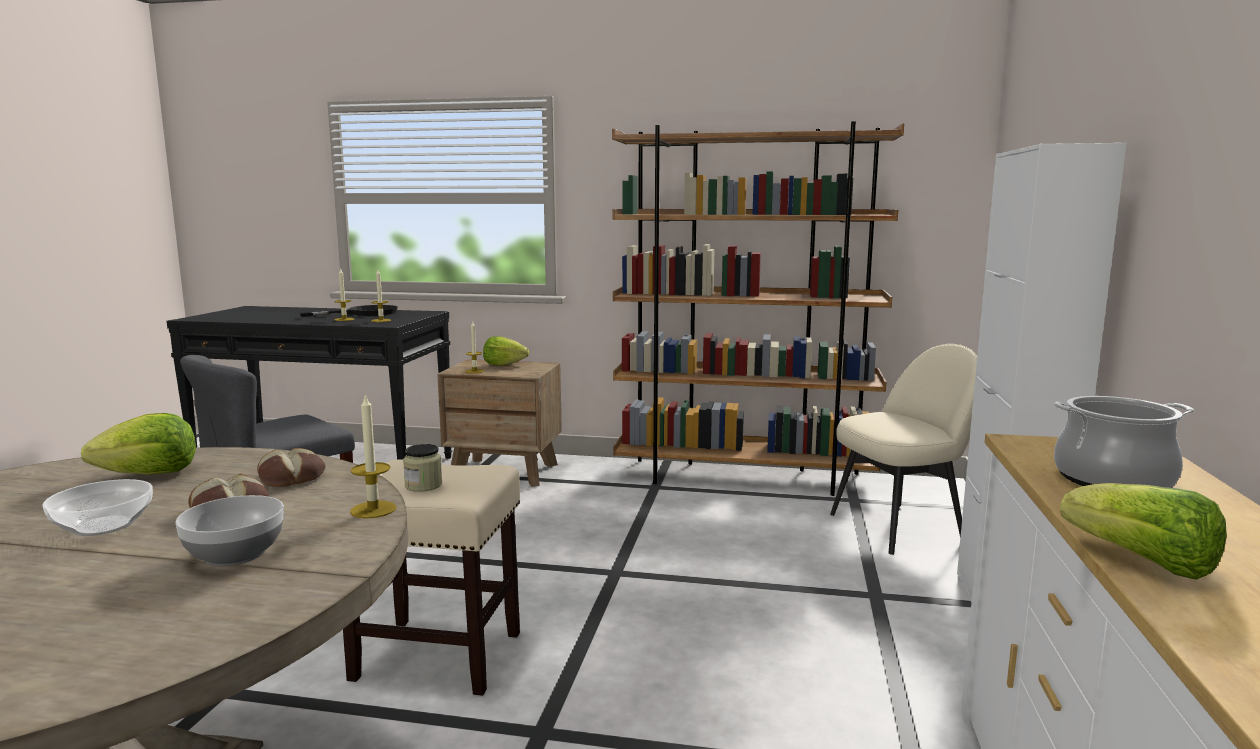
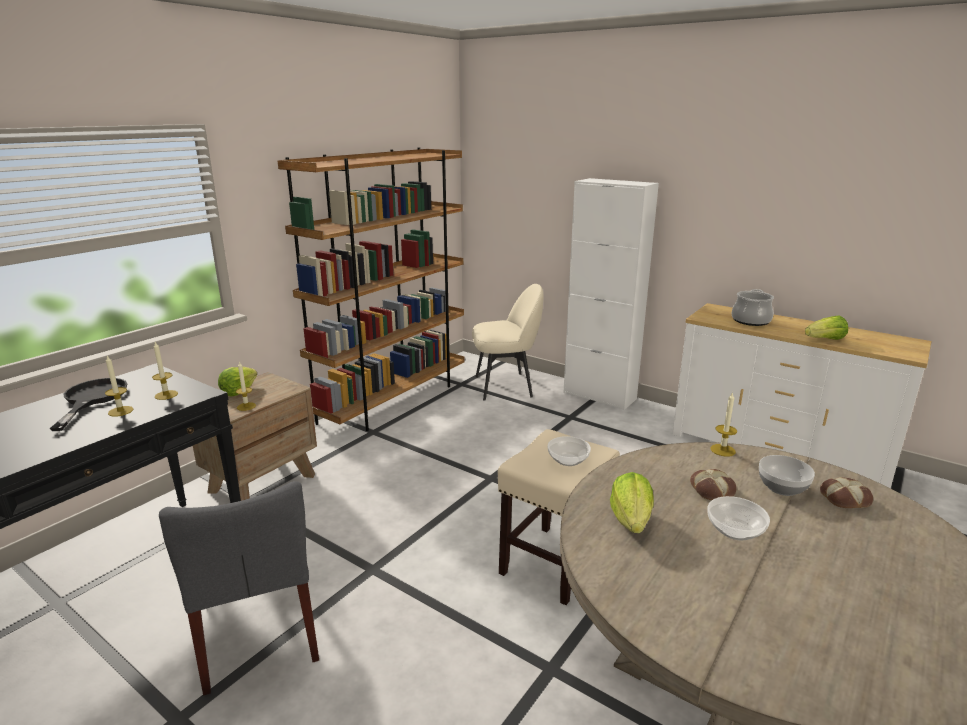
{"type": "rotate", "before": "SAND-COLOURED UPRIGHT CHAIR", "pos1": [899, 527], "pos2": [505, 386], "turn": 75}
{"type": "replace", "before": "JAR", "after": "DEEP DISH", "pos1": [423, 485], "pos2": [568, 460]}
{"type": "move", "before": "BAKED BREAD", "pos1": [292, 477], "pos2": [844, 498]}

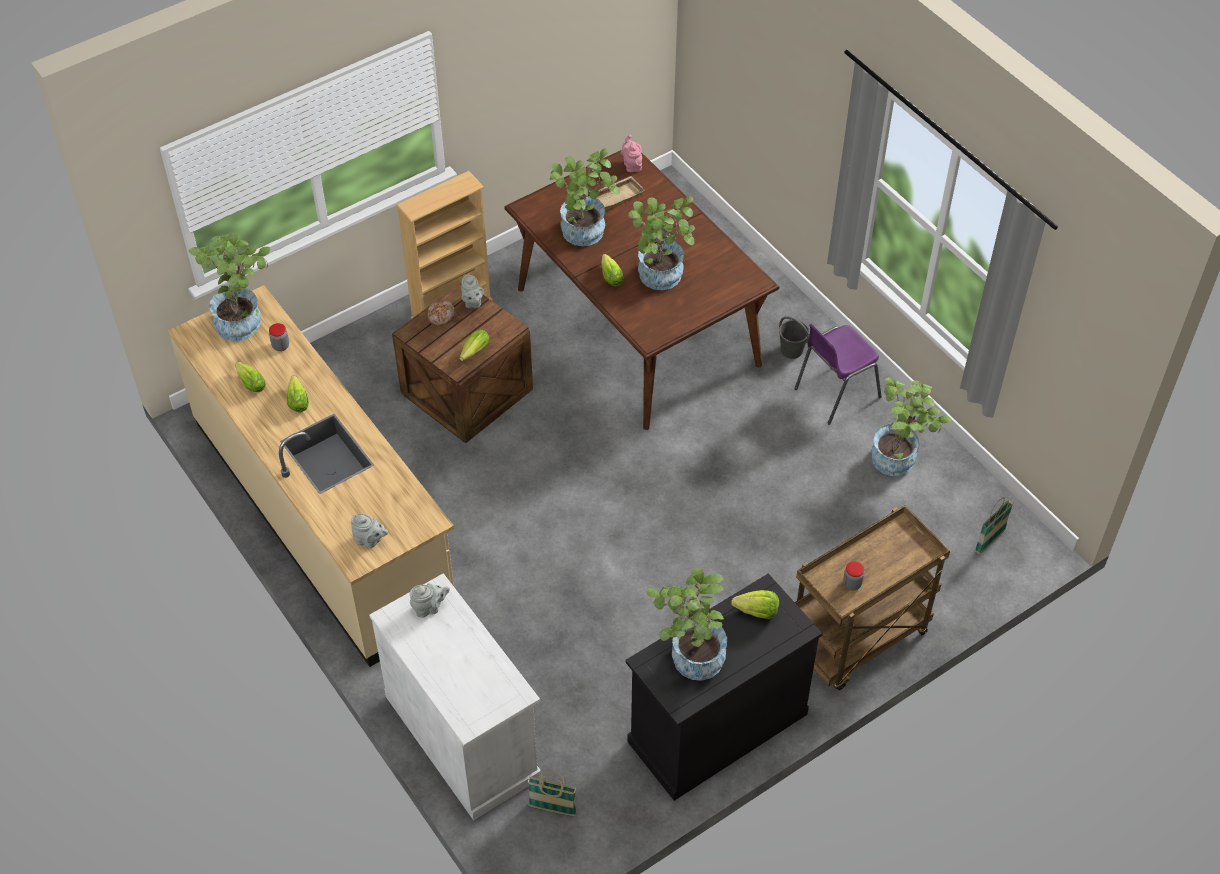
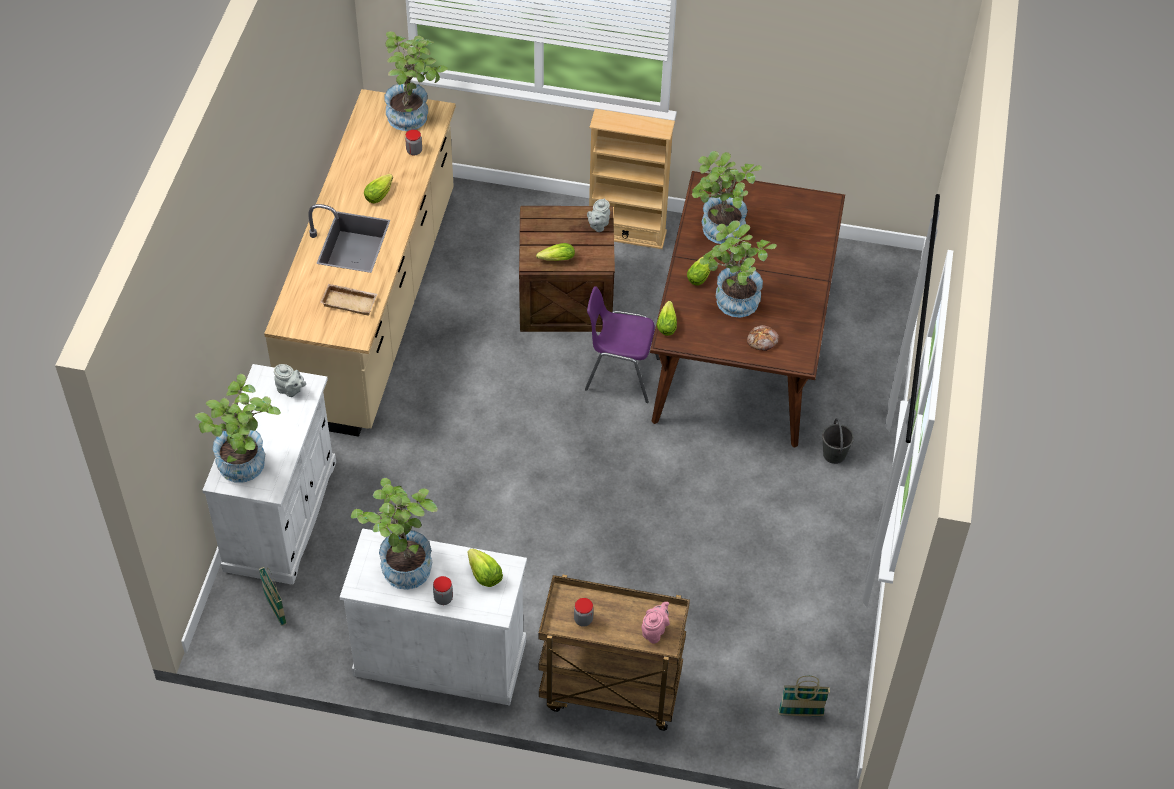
{"type": "move", "before": "PLANT IN A POT", "pos1": [899, 459], "pos2": [246, 468]}
{"type": "move", "before": "SAND-COLOURED TRAY", "pos1": [617, 195], "pos2": [350, 301]}
{"type": "recolor", "before": "BLACK-COLOURED CUPBOARD", "after": "WHITISH CUPBOARD", "pos1": [717, 727], "pos2": [440, 657]}
{"type": "insert", "after": "JAR", "pos2": [443, 598]}
{"type": "move", "before": "PURPLE UPRIGHT CHAIR", "pos1": [835, 393], "pos2": [620, 374]}
{"type": "move", "before": "PINK-COLOURED POT FOR TEA", "pos1": [632, 165], "pos2": [654, 631]}
{"type": "move", "before": "HEAD OF LETTUCE", "pos1": [250, 382], "pos2": [667, 323]}
{"type": "move", "before": "BAKED BREAD", "pos1": [441, 316], "pos2": [762, 341]}
{"type": "delete", "before": "GREY POT FOR TEA", "pos1": [370, 540]}

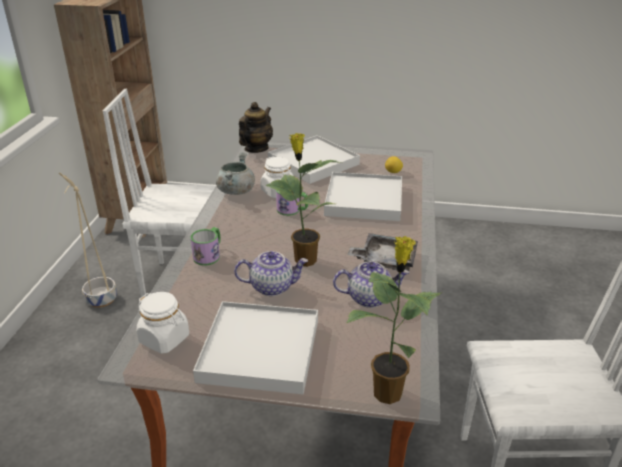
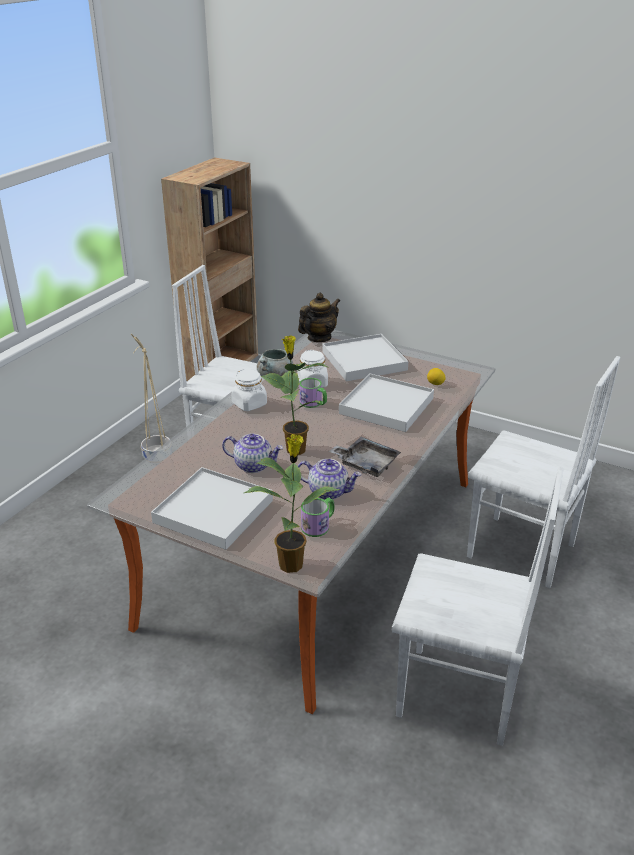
{"type": "move", "before": "WHITISH JAR", "pos1": [165, 339], "pos2": [249, 404]}
{"type": "move", "before": "COFFEE MUG", "pos1": [209, 255], "pos2": [319, 525]}
{"type": "insert", "after": "WHITISH UPRIGHT CHAIR", "pos2": [521, 552]}

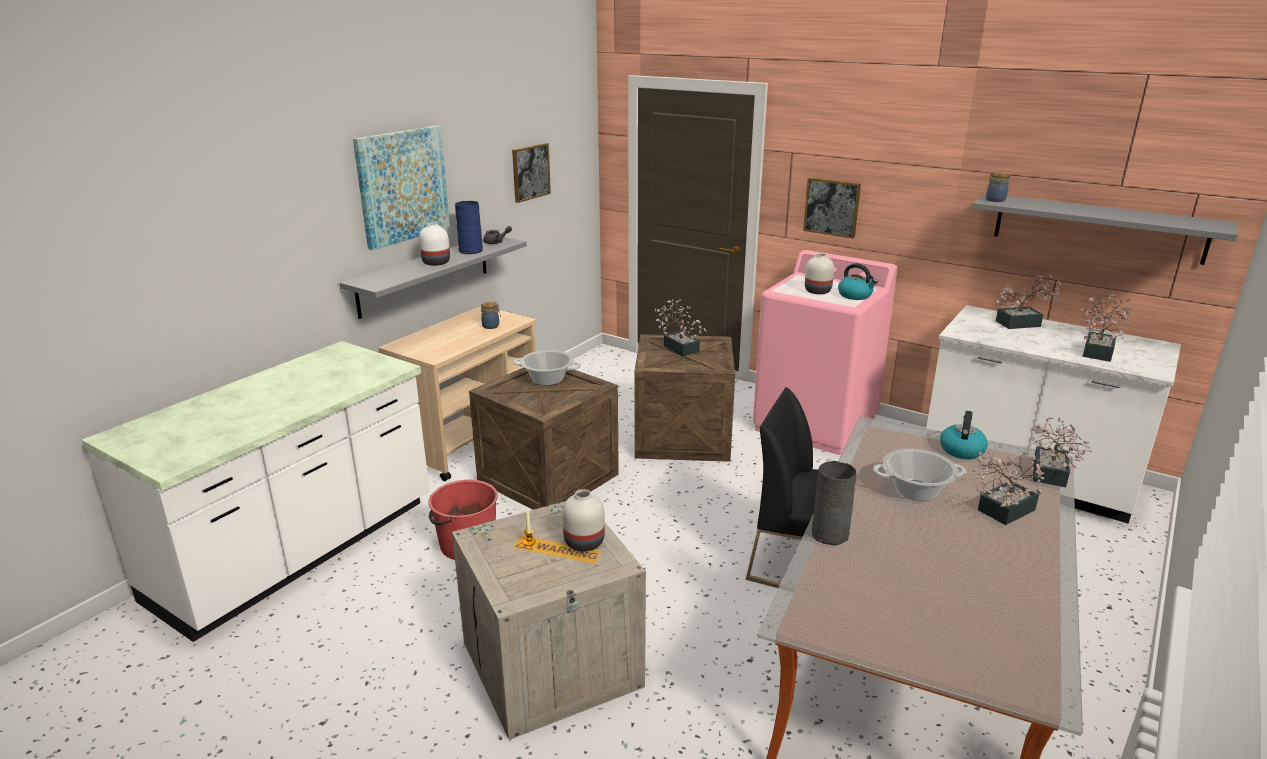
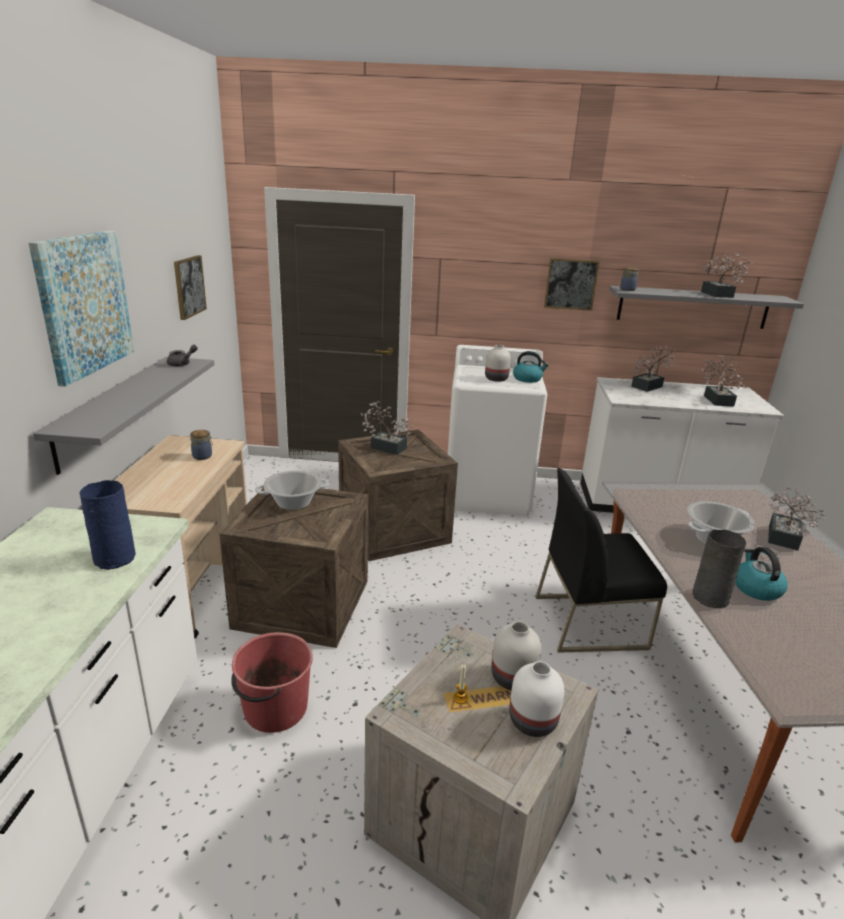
{"type": "move", "before": "BLUISH FLOWER VASE", "pos1": [471, 251], "pos2": [116, 558]}
{"type": "recolor", "before": "PINK-COLOURED WASHING MACHINE", "after": "WHITISH WASHING MACHINE", "pos1": [816, 424], "pos2": [487, 493]}
{"type": "move", "before": "WHITISH FLOWER VASE", "pos1": [435, 262], "pos2": [531, 721]}
{"type": "move", "before": "WALL PICTURE", "pos1": [831, 207], "pos2": [571, 284]}
{"type": "move", "before": "PLANT IN A POT", "pos1": [1048, 476], "pos2": [718, 295]}
{"type": "move", "before": "TEA KETTLE", "pos1": [961, 450], "pos2": [756, 588]}

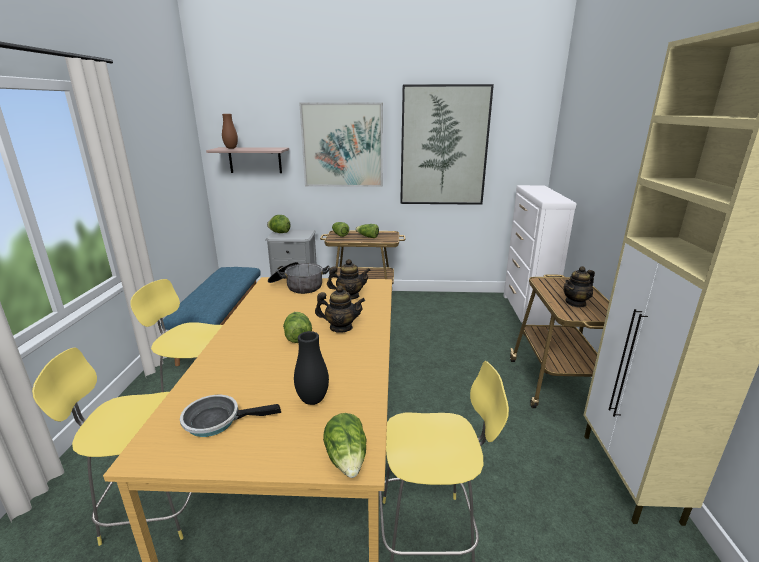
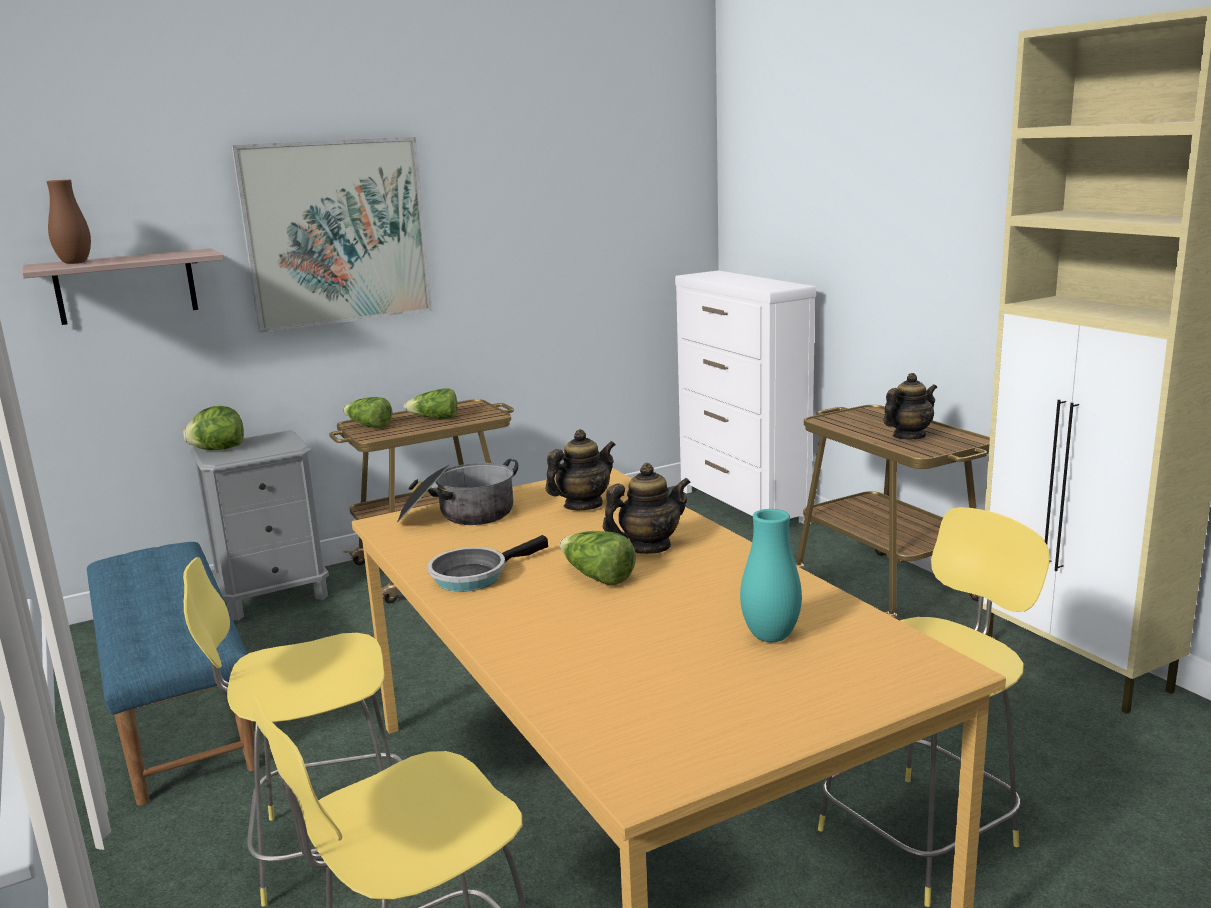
{"type": "move", "before": "SKILLET", "pos1": [217, 420], "pos2": [474, 575]}
{"type": "recolor", "before": "BLACK-COLOURED FLOWER VASE", "after": "TURQUOISE-COLOURED FLOWER VASE", "pos1": [313, 400], "pos2": [770, 637]}
{"type": "rotate", "before": "POT FOR TEA", "pos1": [576, 303], "pos2": [908, 436], "turn": -150}
{"type": "delete", "before": "HEAD OF LETTUCE", "pos1": [347, 459]}
{"type": "delete", "before": "WALL PICTURE", "pos1": [444, 147]}

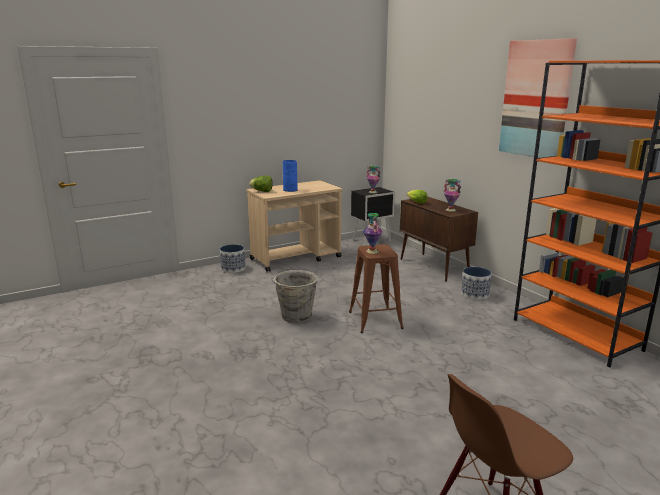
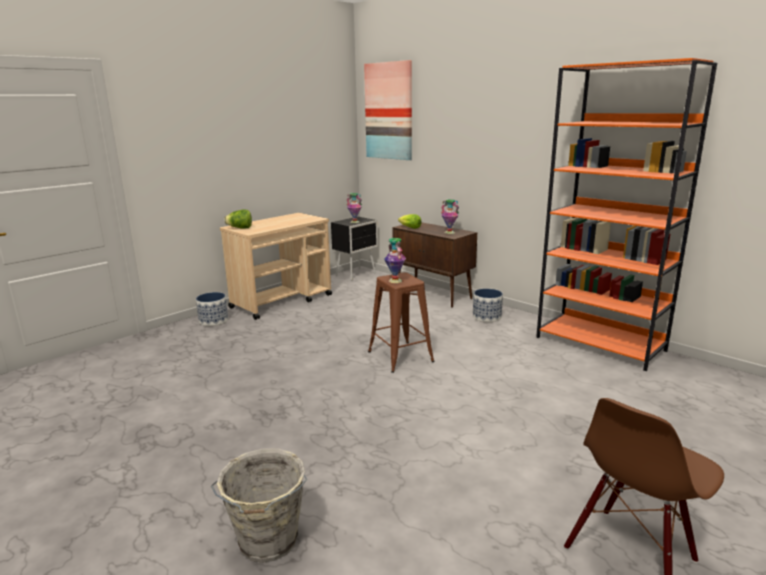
{"type": "move", "before": "GREY PAIL", "pos1": [296, 317], "pos2": [268, 542]}
{"type": "move", "before": "WALL PICTURE", "pos1": [536, 99], "pos2": [389, 111]}
{"type": "delete", "before": "BLUISH FLOWER VASE", "pos1": [290, 190]}

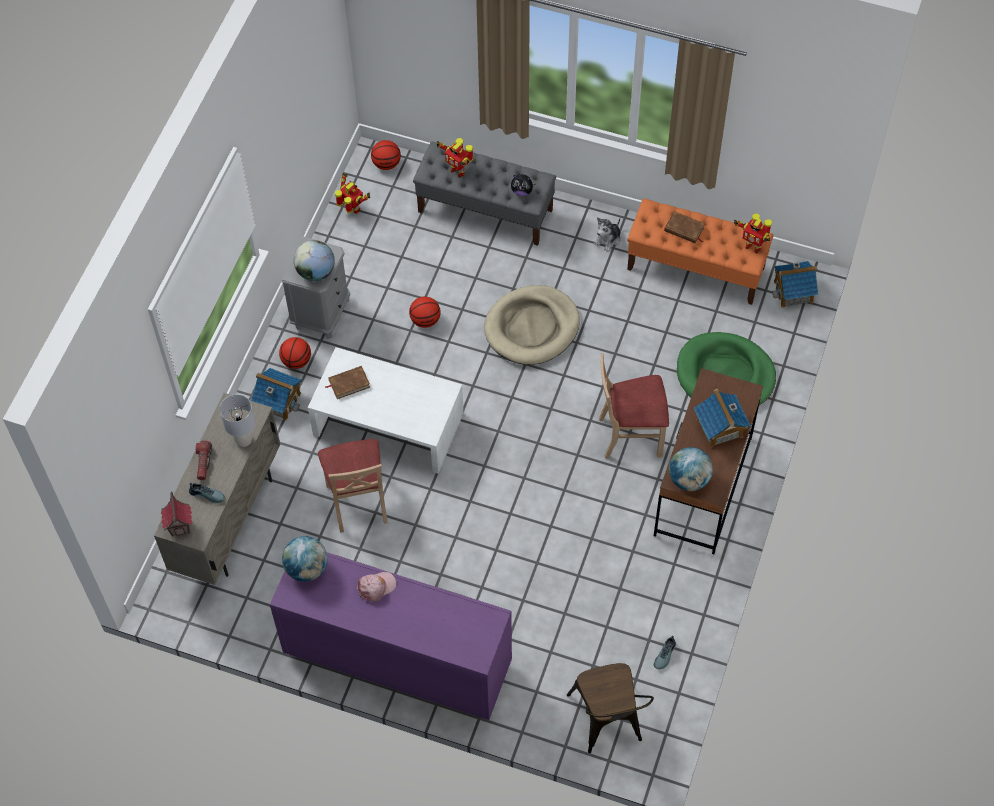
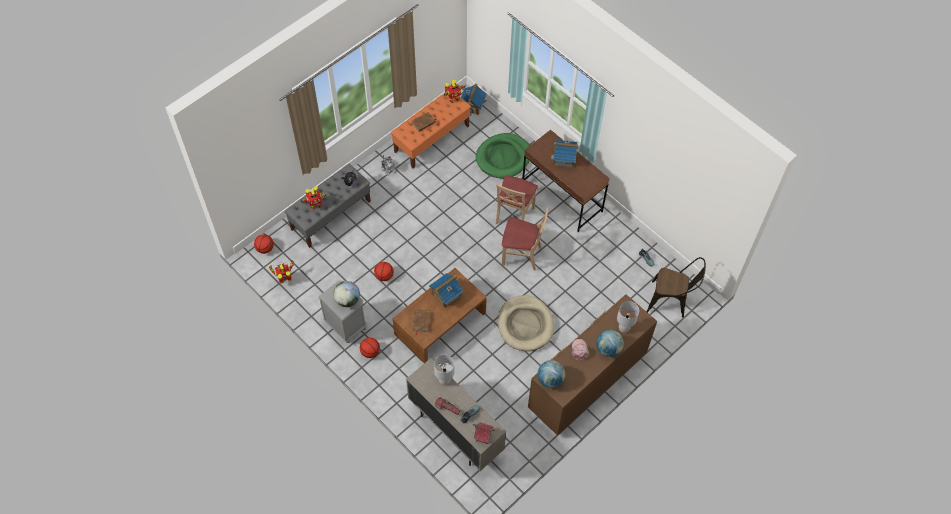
{"type": "recolor", "before": "WHITISH LOW TABLE", "after": "BROWN LOW TABLE", "pos1": [388, 423], "pos2": [440, 323]}
{"type": "move", "before": "MINIATURE HOUSE", "pos1": [278, 400], "pos2": [446, 295]}
{"type": "move", "before": "SAND-COLOURED PET BED", "pos1": [532, 328], "pos2": [525, 325]}
{"type": "move", "before": "SAND-COLOURED UPRIGHT CHAIR", "pos1": [358, 502], "pos2": [521, 255]}
{"type": "recolor", "before": "PURPLE CHEST OF DRAWERS", "after": "BROWN CHEST OF DRAWERS", "pos1": [397, 658], "pos2": [586, 382]}
{"type": "move", "before": "DESK GLOBE", "pos1": [689, 479], "pos2": [608, 349]}
{"type": "insert", "after": "GREY LAMP FOR A TABLE", "pos2": [623, 328]}

